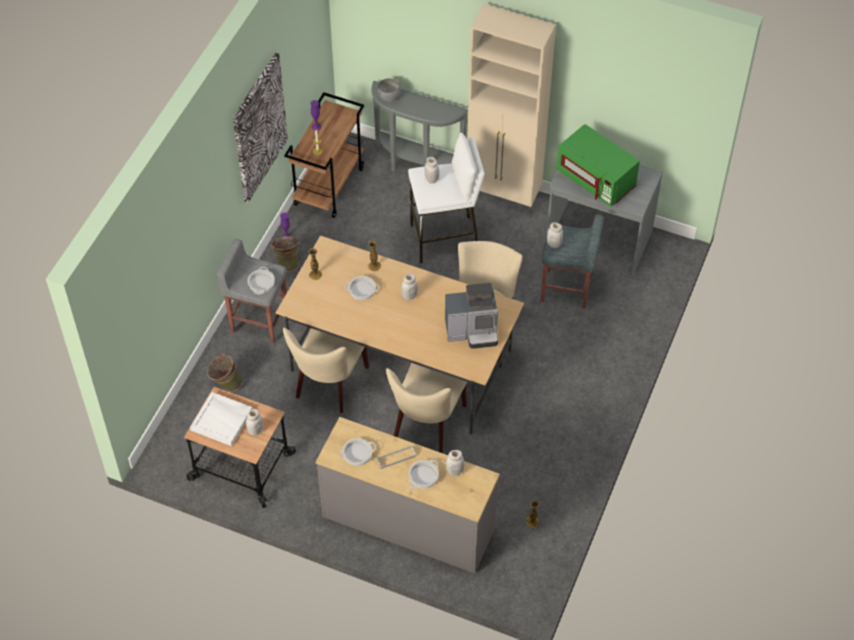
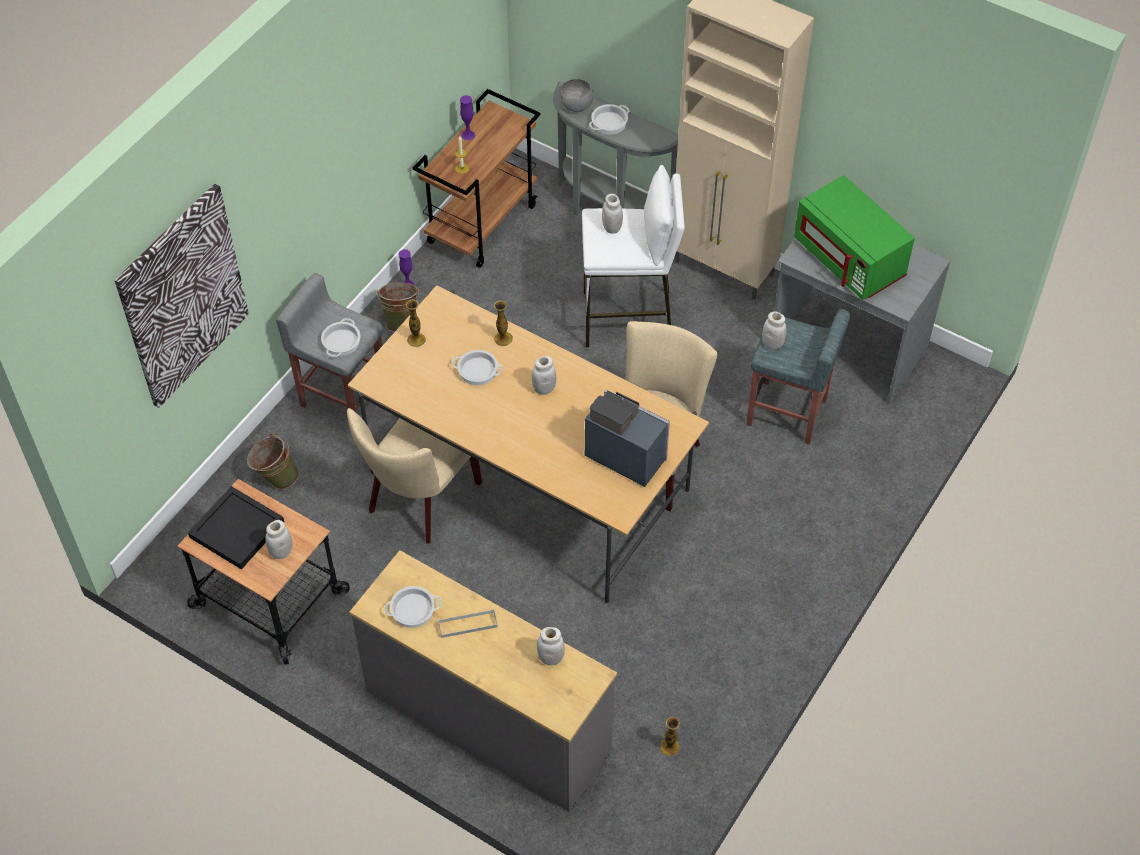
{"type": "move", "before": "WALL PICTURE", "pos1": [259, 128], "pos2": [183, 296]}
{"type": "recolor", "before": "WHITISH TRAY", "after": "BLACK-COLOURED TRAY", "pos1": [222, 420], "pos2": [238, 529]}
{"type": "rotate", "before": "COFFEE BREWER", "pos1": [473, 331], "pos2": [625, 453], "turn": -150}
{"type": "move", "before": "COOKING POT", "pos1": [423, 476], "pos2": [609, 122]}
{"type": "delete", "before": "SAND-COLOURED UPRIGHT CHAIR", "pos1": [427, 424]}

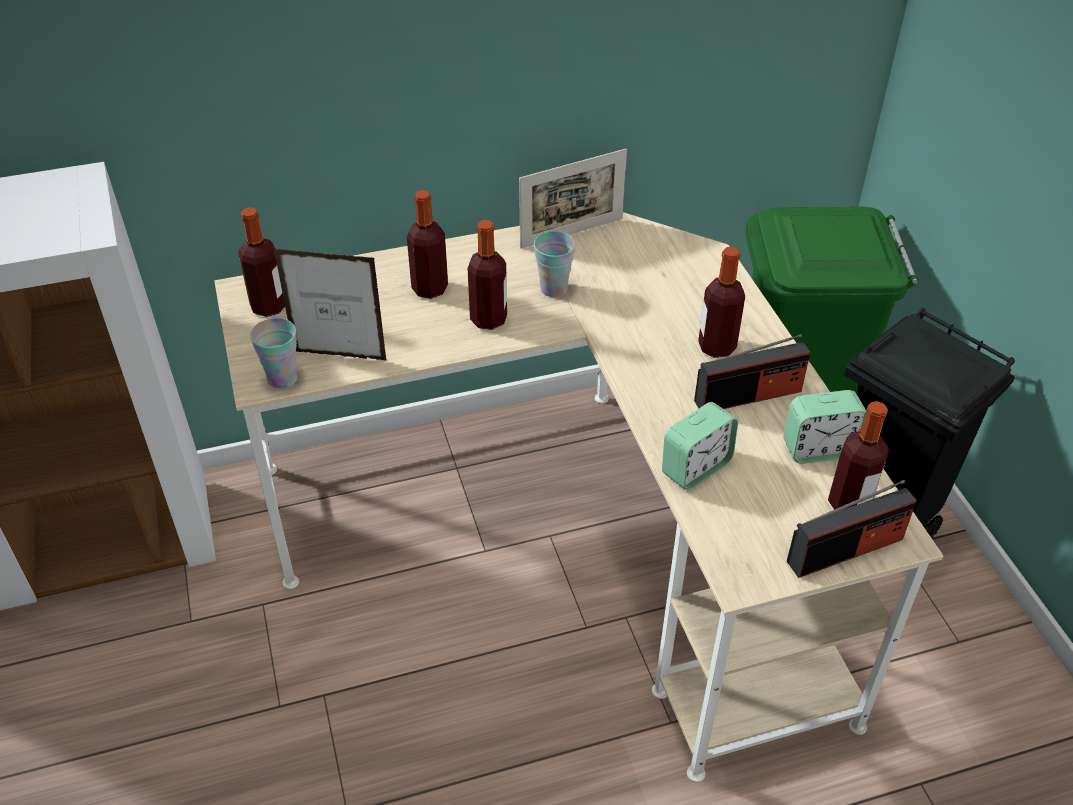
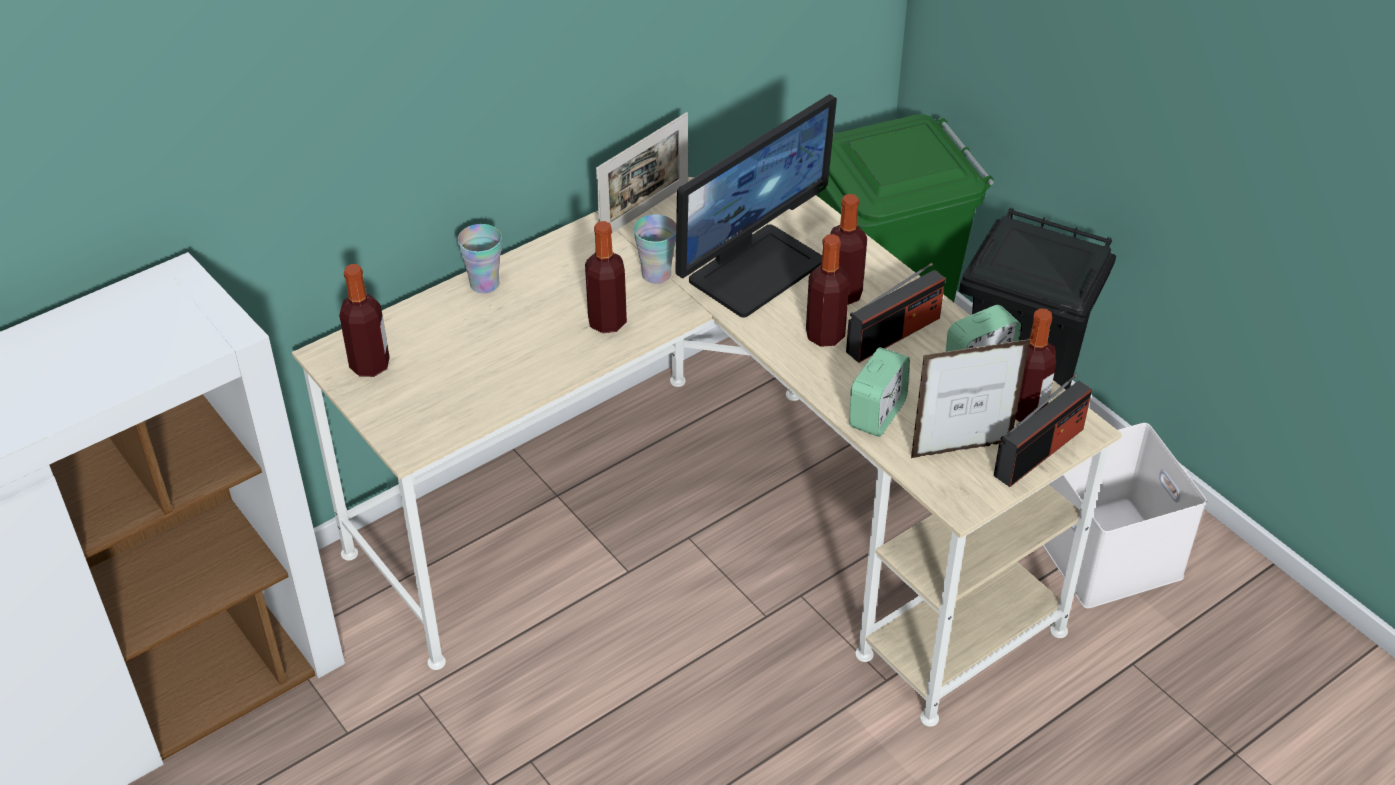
{"type": "move", "before": "DRINKING CUP", "pos1": [282, 378], "pos2": [484, 284]}
{"type": "insert", "after": "COMPUTER SCREEN", "pos2": [755, 269]}
{"type": "move", "before": "BEVERAGE BOTTLE", "pos1": [430, 288], "pos2": [825, 335]}
{"type": "move", "before": "PICTURE FRAME", "pos1": [340, 356], "pos2": [961, 450]}
{"type": "insert", "after": "WHITISH STORAGE CONTAINER", "pos2": [1110, 553]}

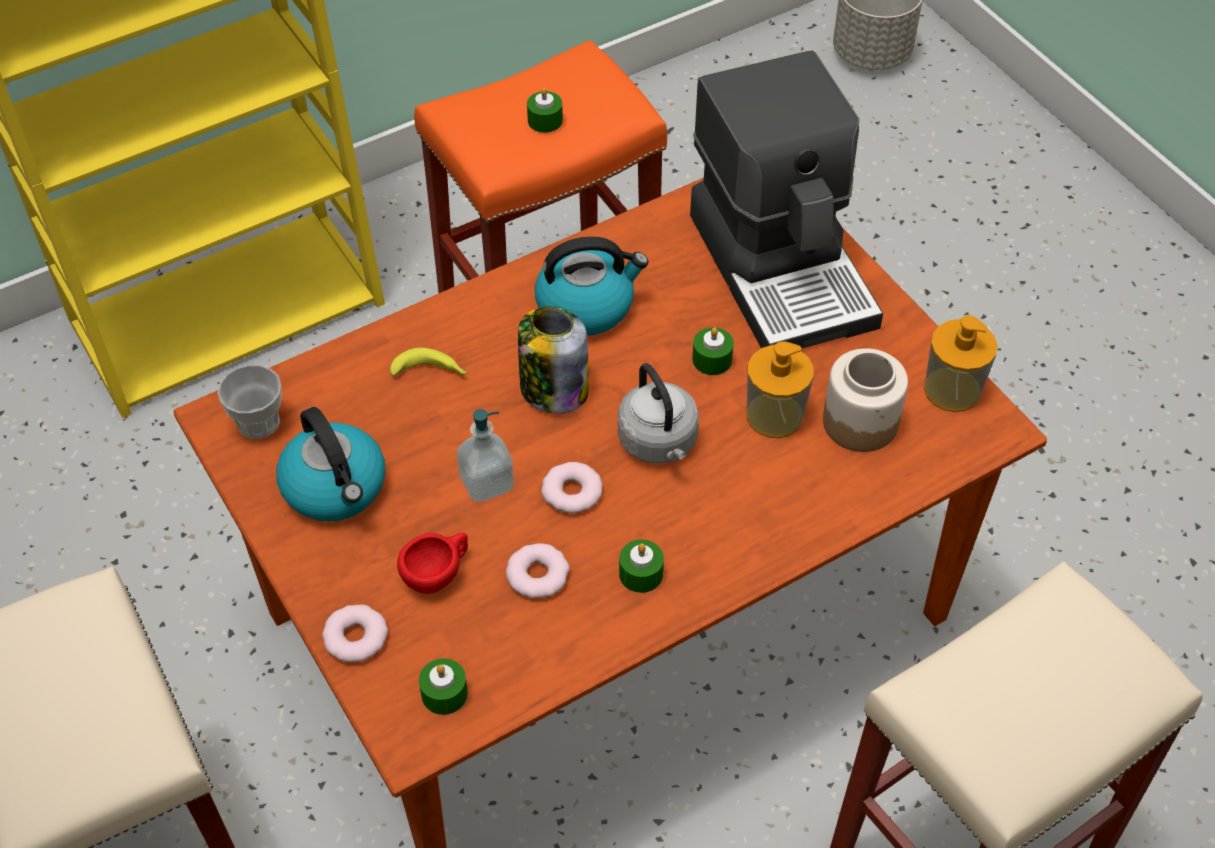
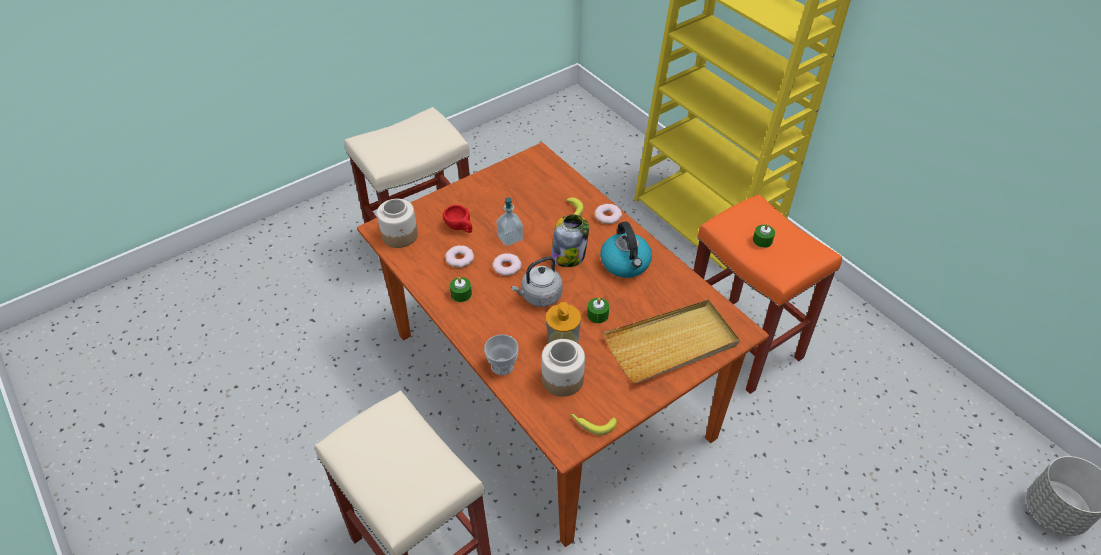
{"type": "replace", "before": "GREEN-COLOURED CANDLE", "after": "JAR", "pos1": [444, 693], "pos2": [400, 235]}
{"type": "move", "before": "DRINKING CUP", "pos1": [258, 422], "pos2": [502, 366]}
{"type": "replace", "before": "SOAP DISPENSER", "after": "BANANA FRUIT", "pos1": [952, 390], "pos2": [592, 424]}
{"type": "move", "before": "DONUT", "pos1": [355, 637], "pos2": [608, 216]}
{"type": "replace", "before": "COFFEE BREWER", "after": "SAND-COLOURED TRAY", "pos1": [784, 268], "pos2": [672, 344]}
{"type": "delete", "before": "TEA KETTLE", "pos1": [336, 487]}

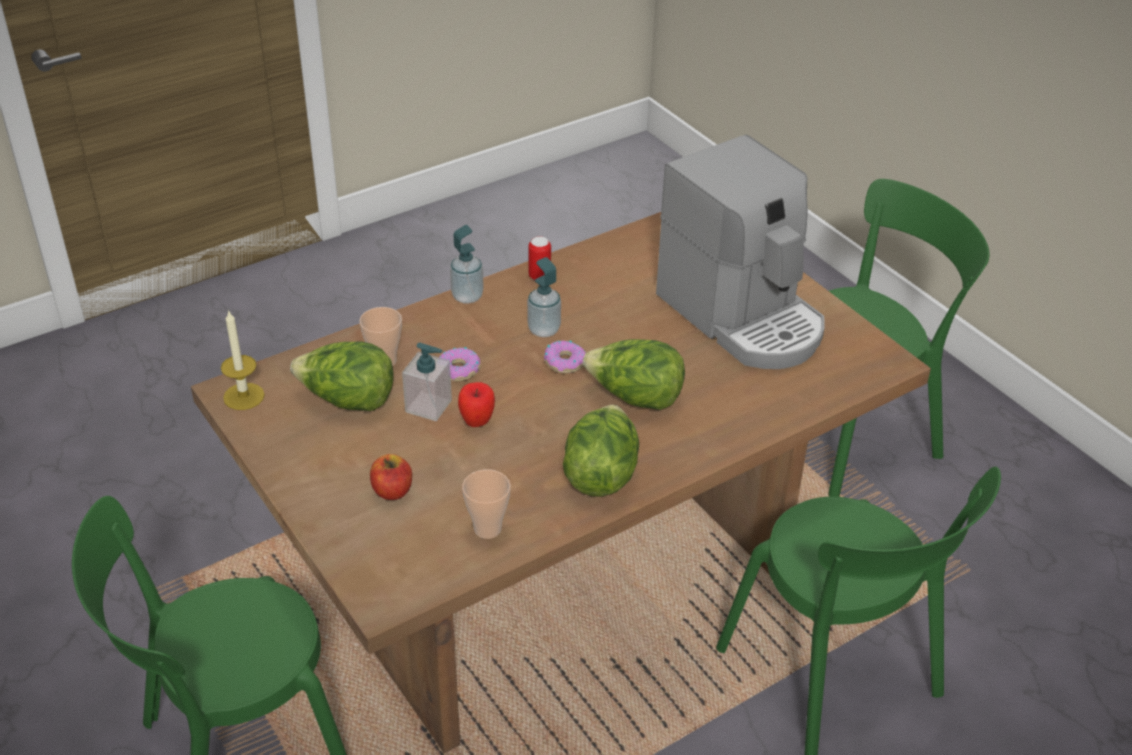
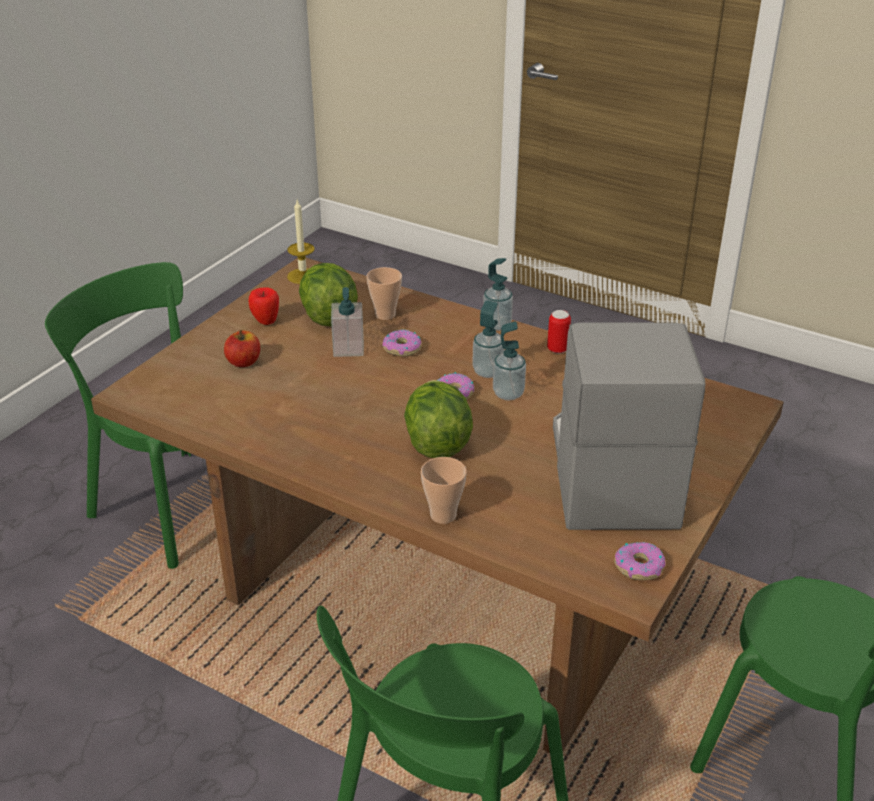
{"type": "move", "before": "APPLE", "pos1": [477, 423], "pos2": [266, 322]}
{"type": "move", "before": "DRINKING CUP", "pos1": [487, 529], "pos2": [443, 515]}
{"type": "insert", "after": "SOAP DISPENSER", "pos2": [508, 394]}
{"type": "rotate", "before": "COFFEE BREWER", "pos1": [743, 317], "pos2": [611, 473], "turn": 150}
{"type": "insert", "after": "DONUT", "pos2": [639, 566]}
{"type": "delete", "before": "HEAD OF LETTUCE", "pos1": [600, 474]}

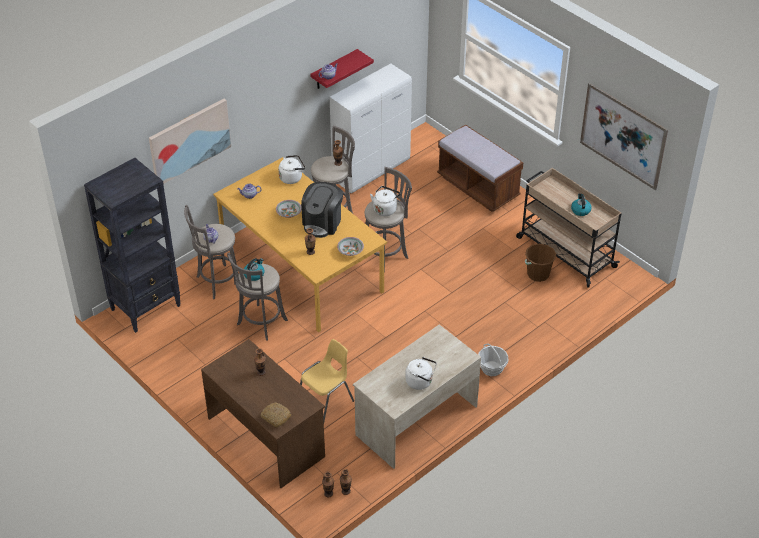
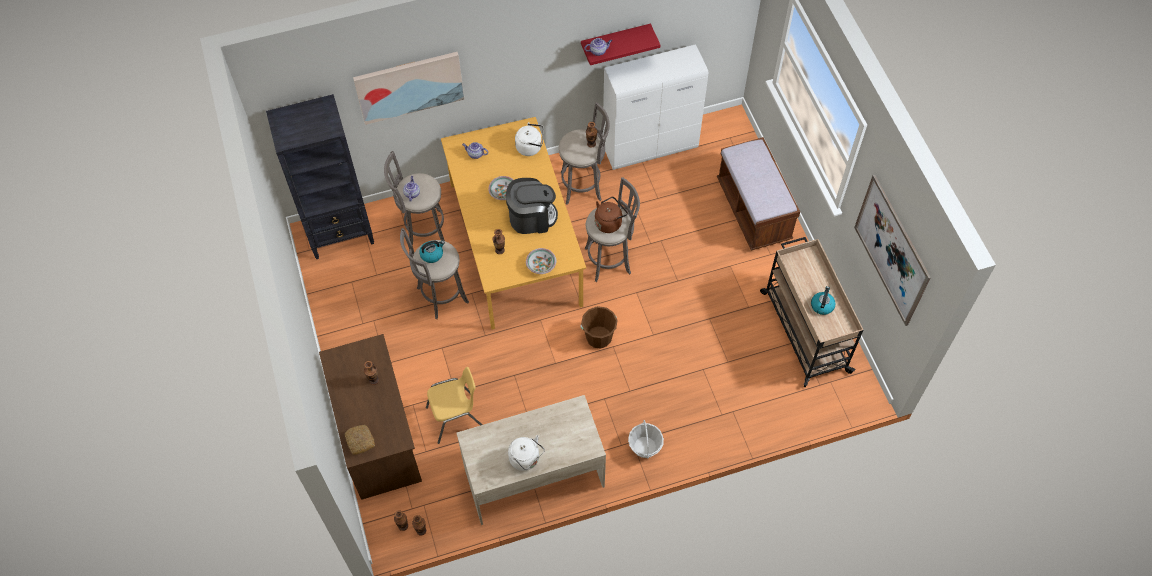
{"type": "rotate", "before": "COFFEE BREWER", "pos1": [322, 223], "pos2": [531, 217], "turn": -150}
{"type": "move", "before": "BROWN PAIL", "pos1": [538, 274], "pos2": [599, 337]}
{"type": "recolor", "before": "WHITISH TEA KETTLE", "after": "BROWN TEA KETTLE", "pos1": [385, 209], "pos2": [609, 222]}

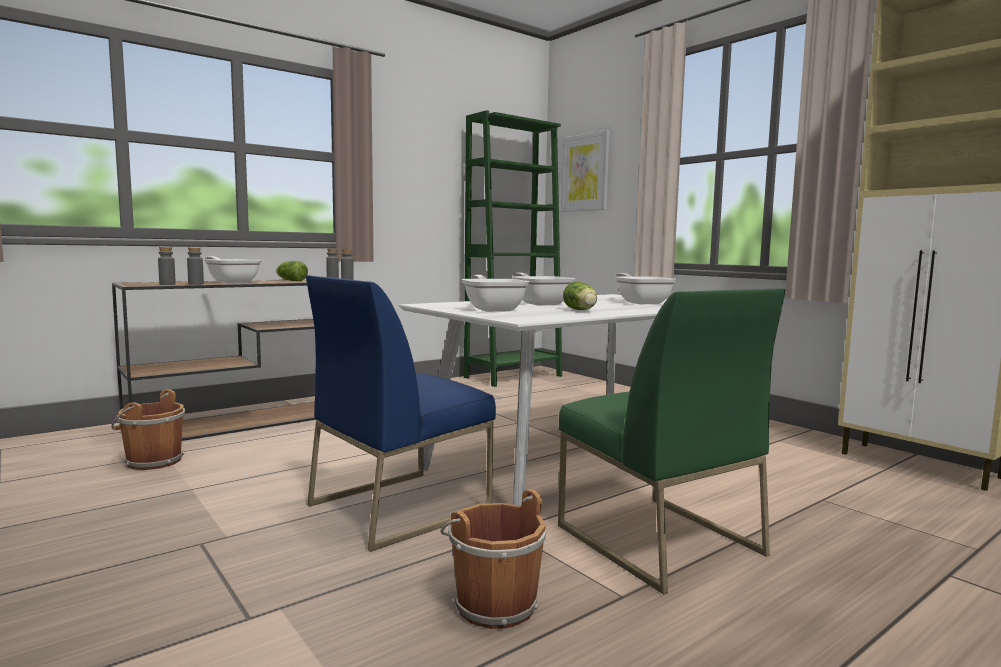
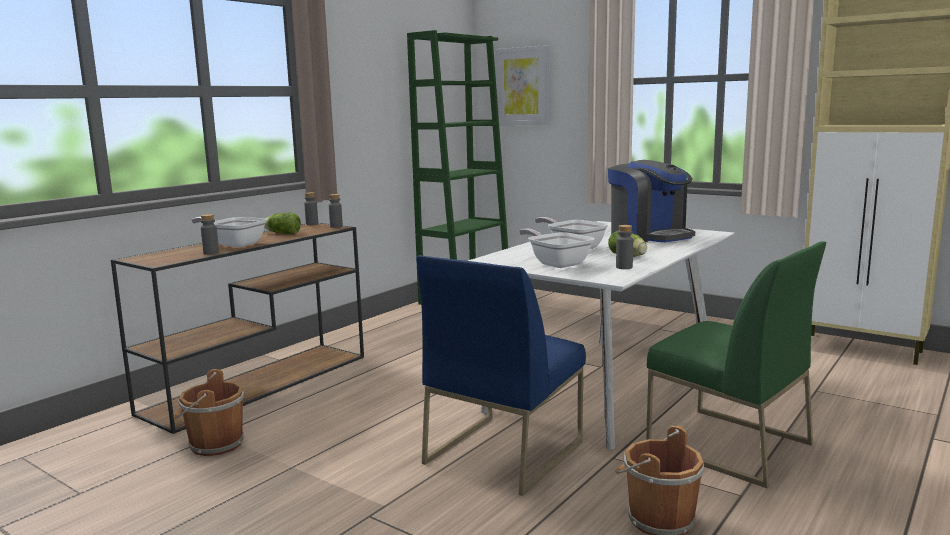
{"type": "replace", "before": "SKILLET", "after": "COFFEE BREWER", "pos1": [641, 302], "pos2": [649, 236]}
{"type": "move", "before": "GREY BEVERAGE BOTTLE", "pos1": [167, 284], "pos2": [624, 267]}

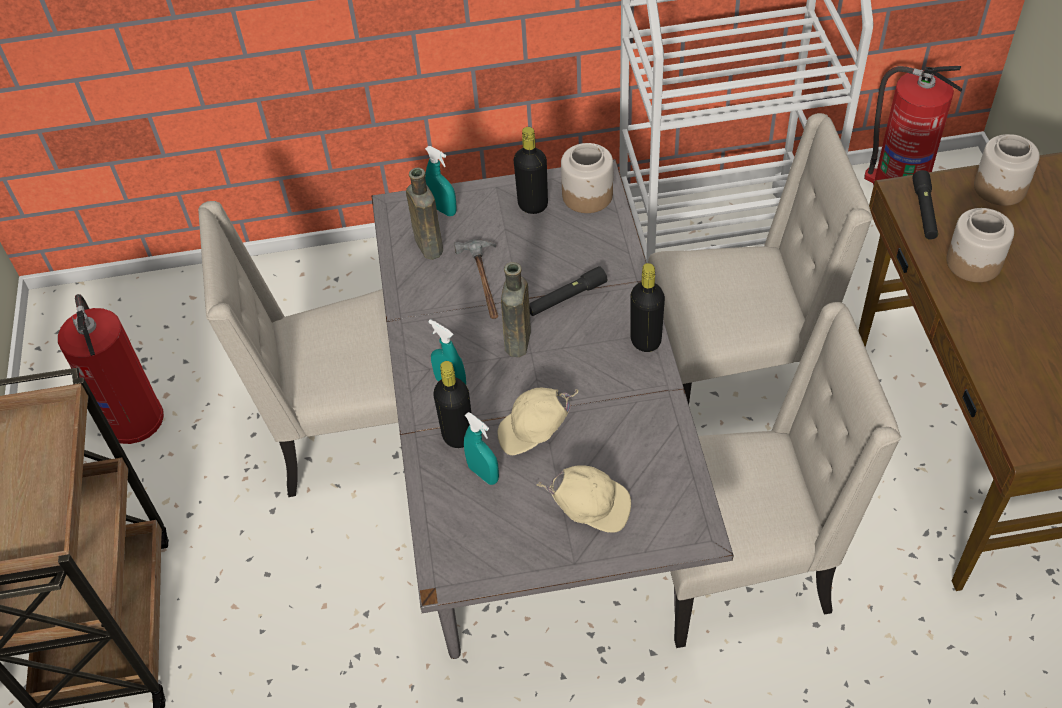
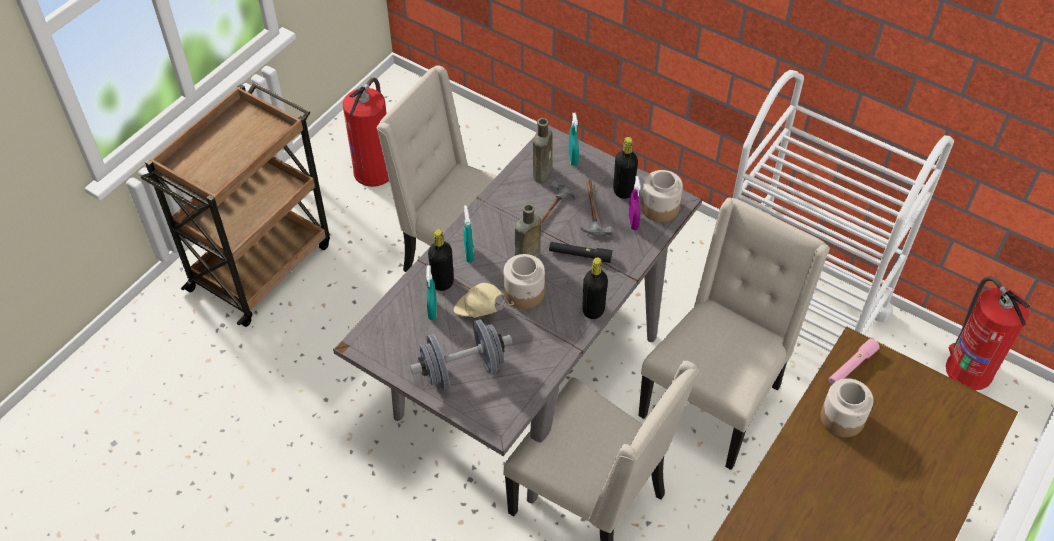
{"type": "replace", "before": "SAND-COLOURED CAP", "after": "GREY FREE WEIGHT", "pos1": [590, 507], "pos2": [462, 370]}
{"type": "move", "before": "JAR", "pos1": [1000, 187], "pos2": [524, 293]}
{"type": "insert", "after": "HAND HAMMER", "pos2": [592, 209]}
{"type": "insert", "after": "PURPLE HAND SPRAYER", "pos2": [633, 222]}
{"type": "rotate", "before": "SAND-COLOURED UPRIGHT CHAIR", "pos1": [735, 377], "pos2": [713, 400], "turn": -90}
{"type": "recolor", "before": "BLACK-COLOURED HAND TORCH", "after": "PINK-COLOURED HAND TORCH", "pos1": [924, 211], "pos2": [851, 366]}

